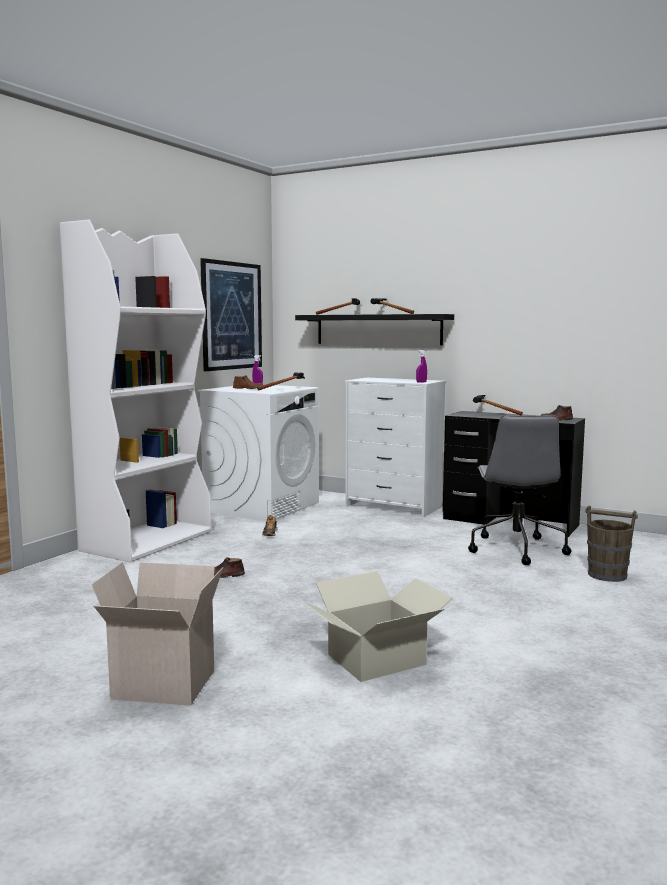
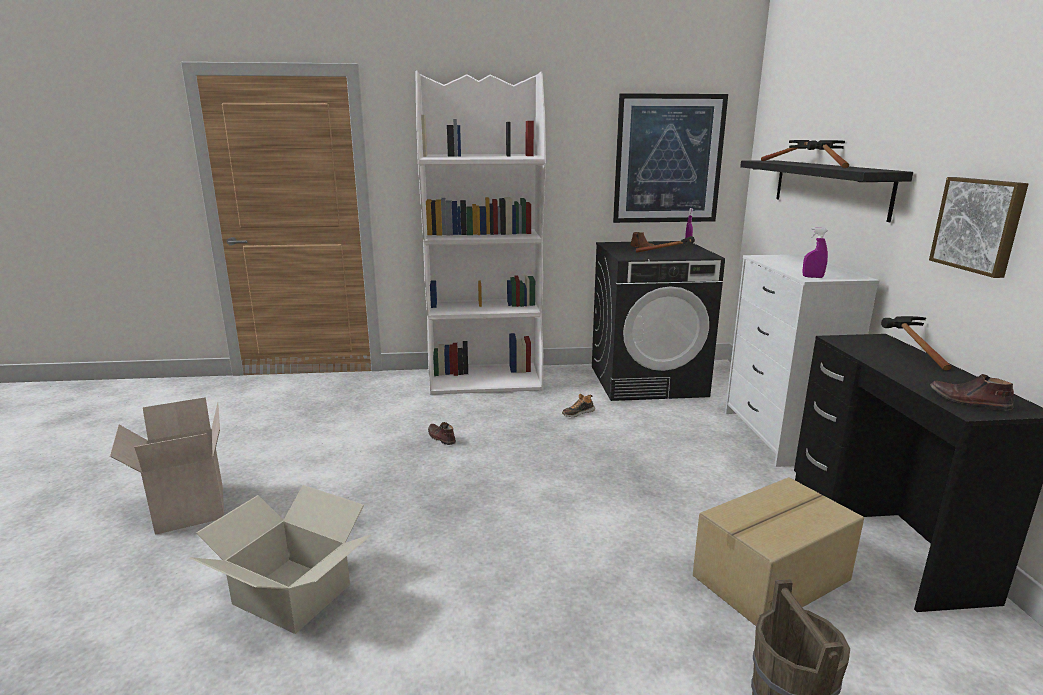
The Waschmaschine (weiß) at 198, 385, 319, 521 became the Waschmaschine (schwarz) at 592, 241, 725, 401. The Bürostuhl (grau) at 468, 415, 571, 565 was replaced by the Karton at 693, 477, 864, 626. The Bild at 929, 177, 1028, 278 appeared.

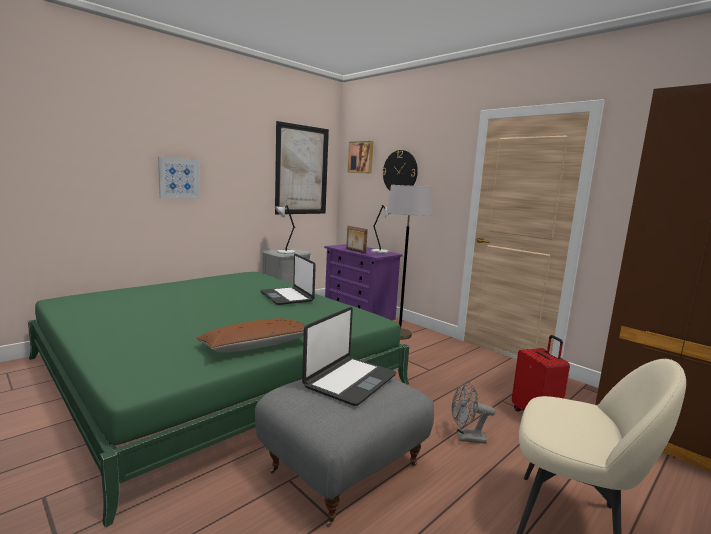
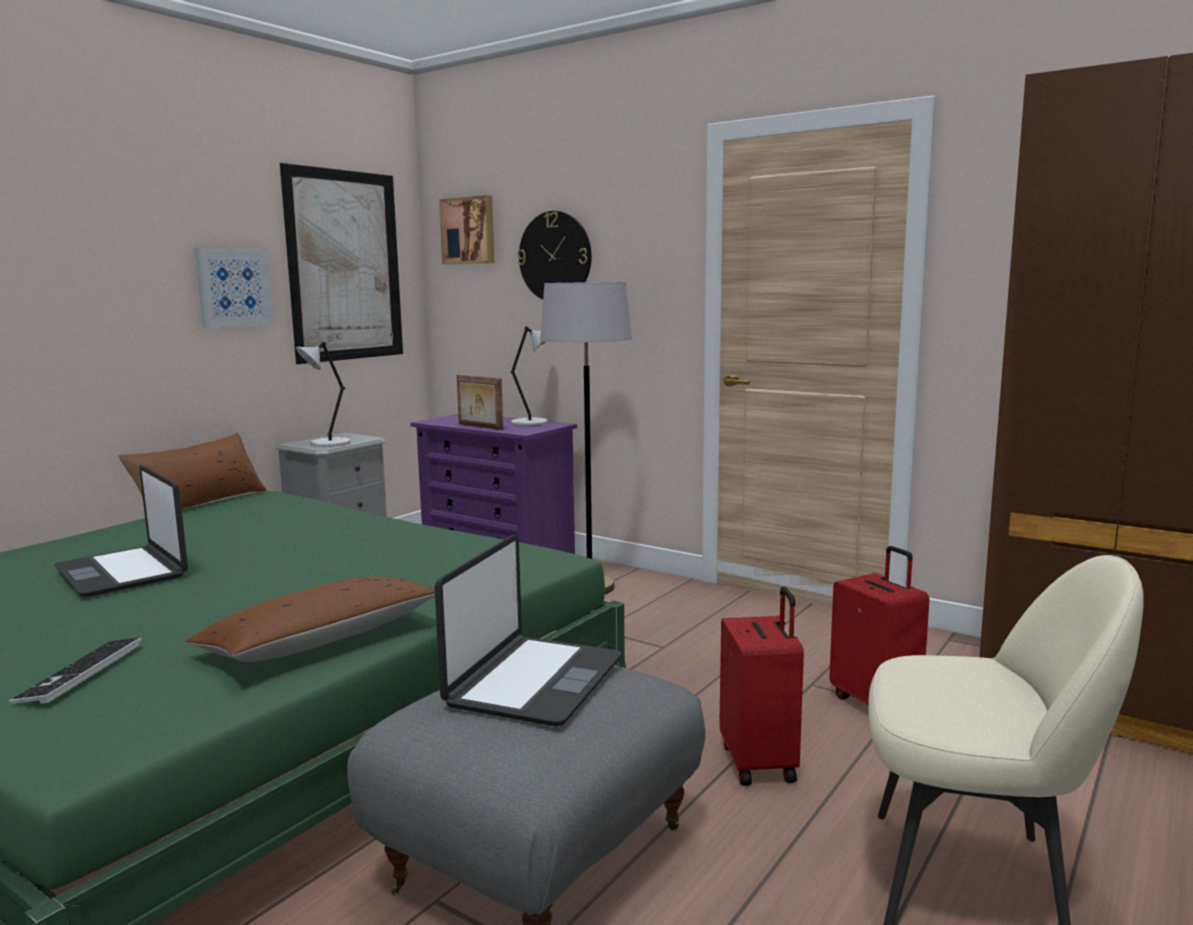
The Tastatur at 9, 637, 143, 704 appeared. The Laptop moved from 260, 254, 316, 305 to 55, 465, 188, 597. The Kissen (braun) at 118, 433, 266, 509 appeared. The Bild moved from 158, 157, 200, 199 to 195, 248, 274, 328. The Ventilator (grau) at 452, 381, 495, 444 was replaced by the Koffer (rot) at 719, 587, 804, 786.

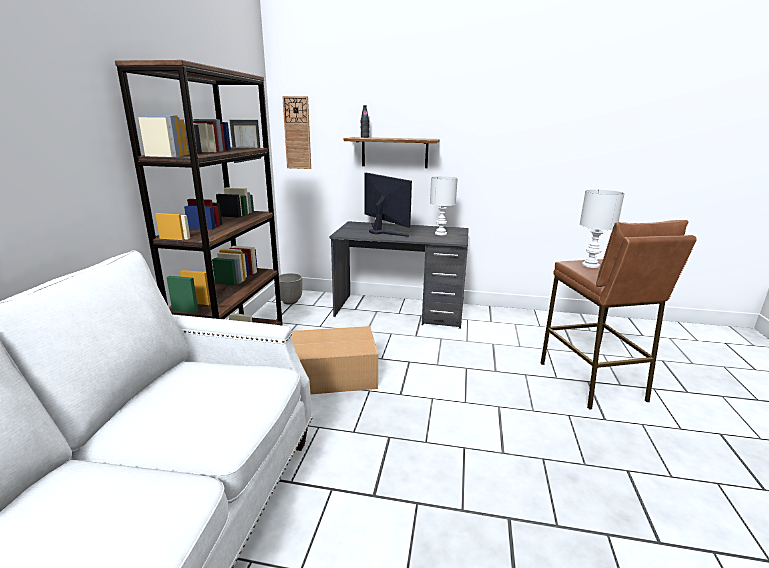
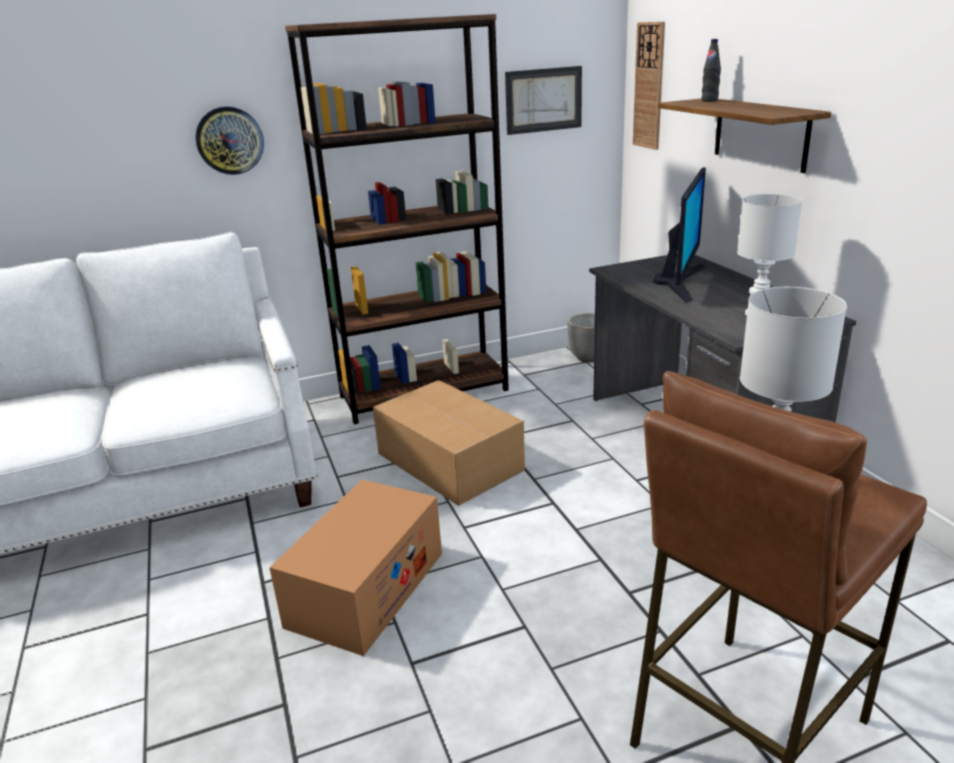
The Wanduhr at 195, 106, 264, 175 appeared. The Karton at 269, 480, 442, 656 appeared.

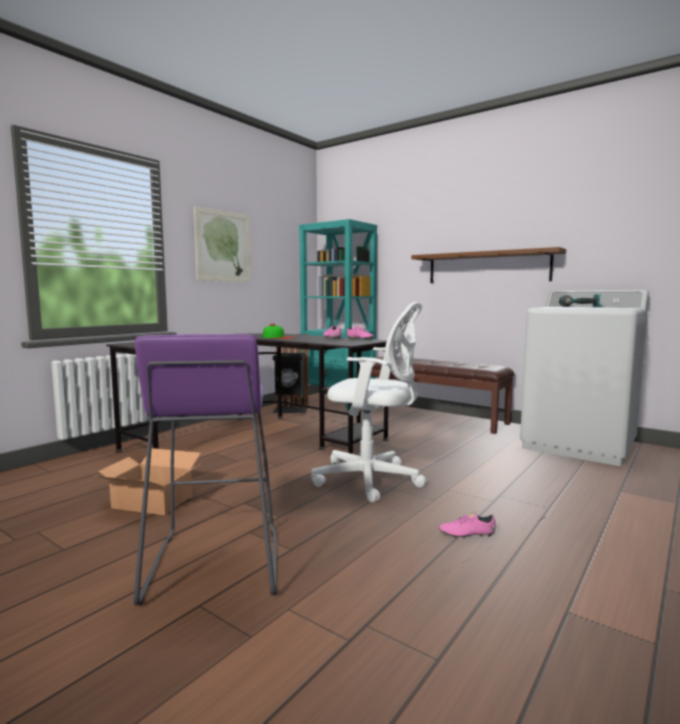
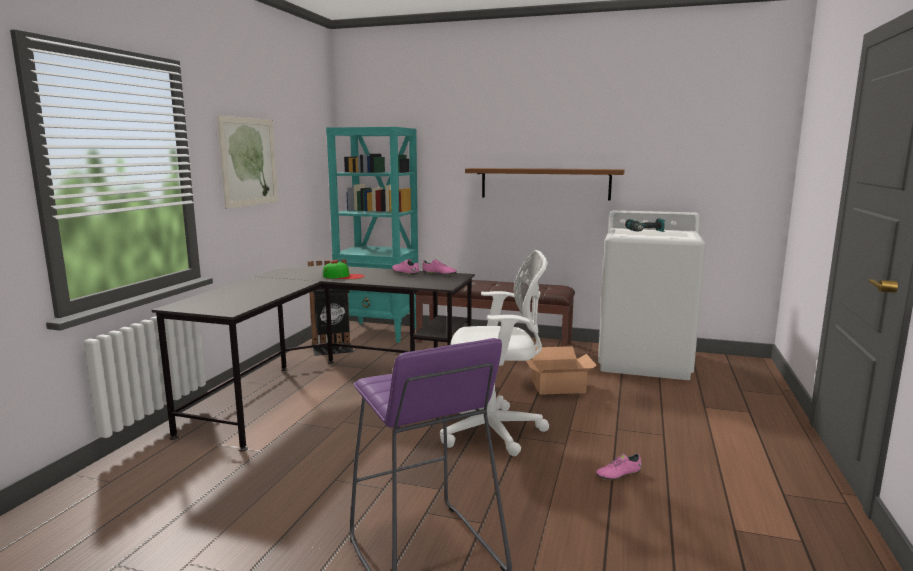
The Karton moved from 93, 448, 201, 515 to 526, 346, 597, 395.

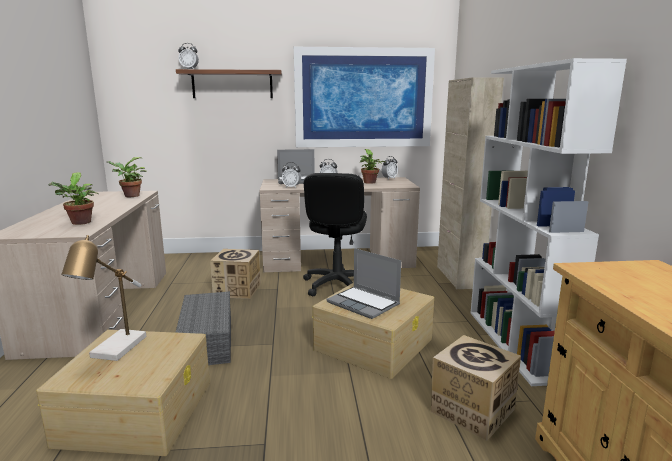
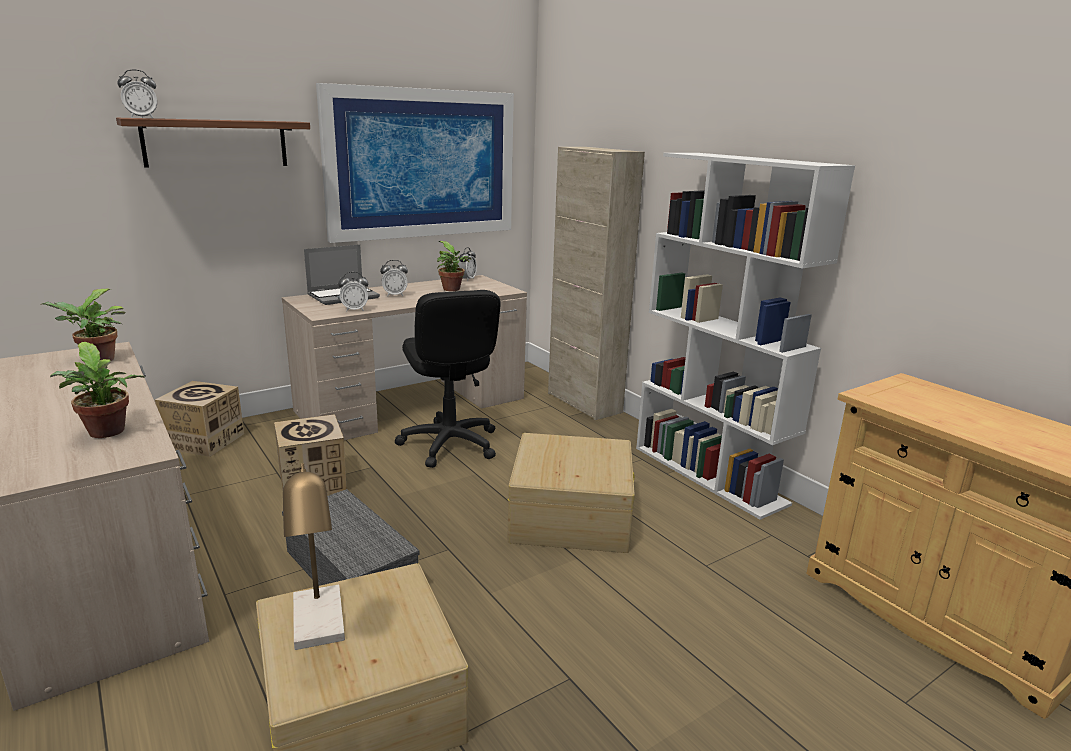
The Karton moved from 431, 335, 521, 441 to 155, 381, 244, 457. The Laptop at 327, 248, 401, 319 disappeared.

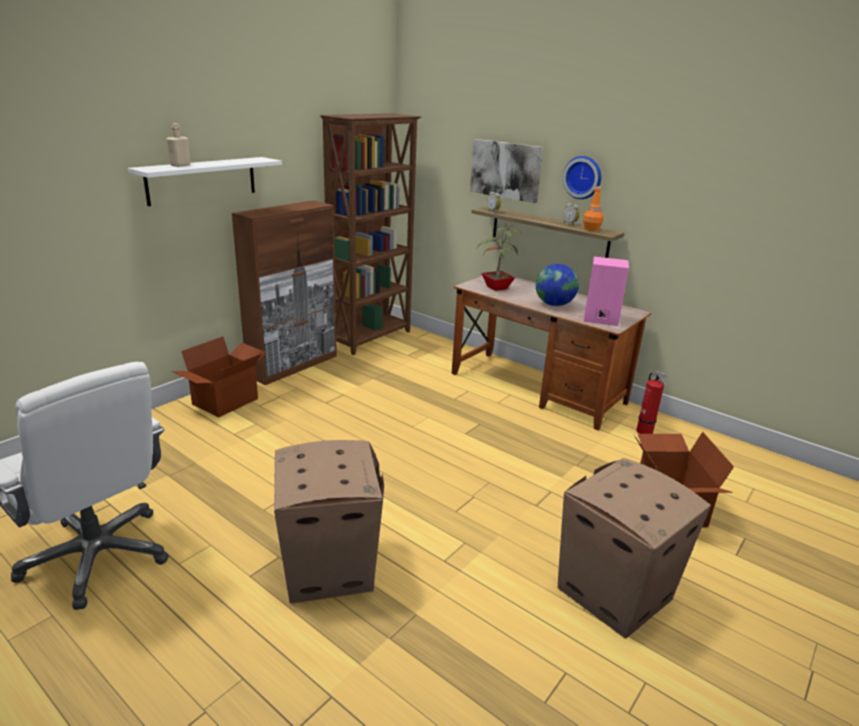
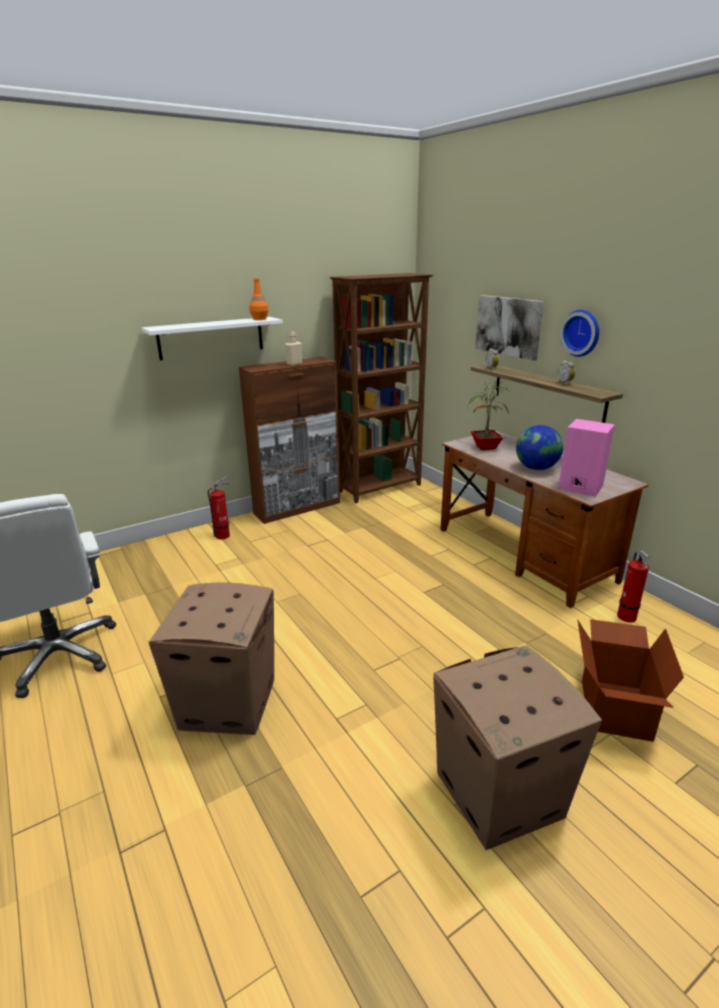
The Karton at 171, 336, 267, 418 was replaced by the Feuerlöscher at 208, 476, 230, 539. The Flasche (orange) moved from 583, 186, 604, 231 to 249, 277, 268, 320. The Flasche (beige) moved from 166, 123, 191, 167 to 285, 332, 302, 366.

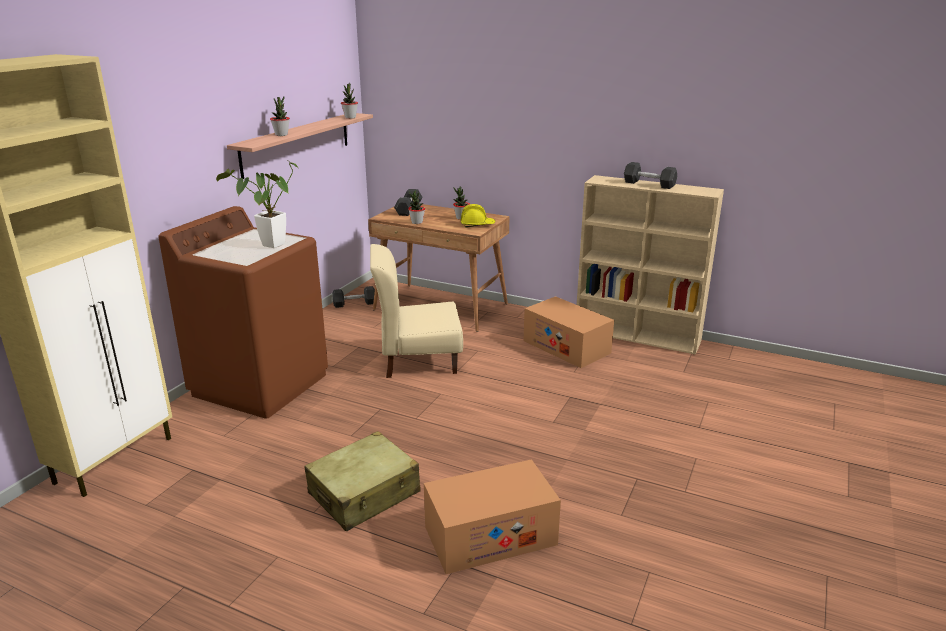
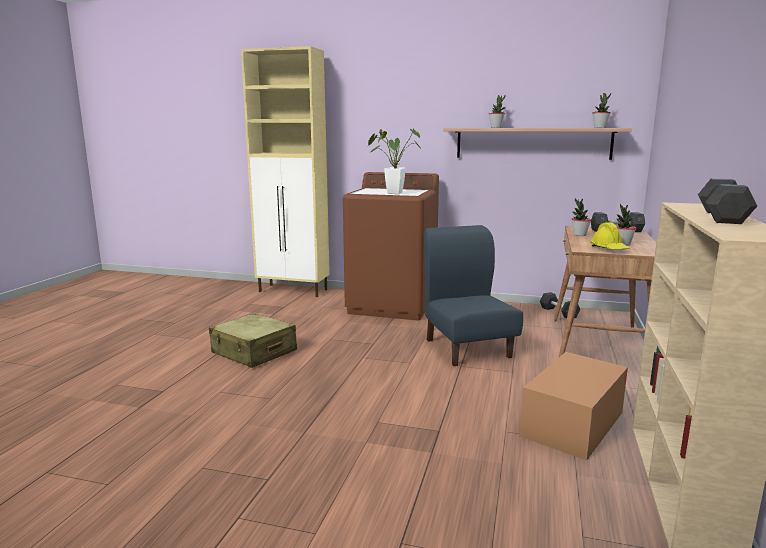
The Stuhl (beige) at 370, 244, 463, 378 became the Stuhl (blau) at 424, 225, 523, 366. The Karton at 424, 459, 561, 574 disappeared.

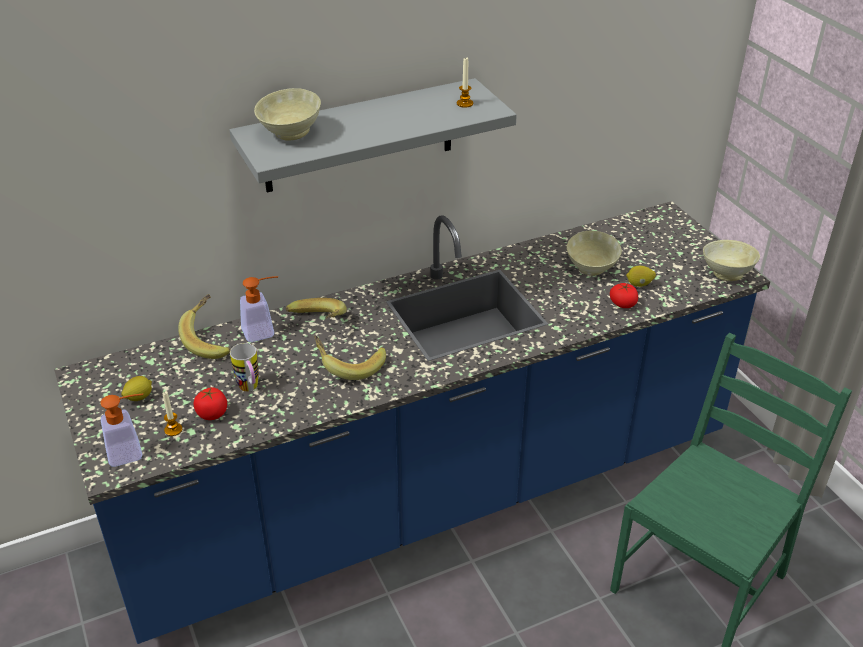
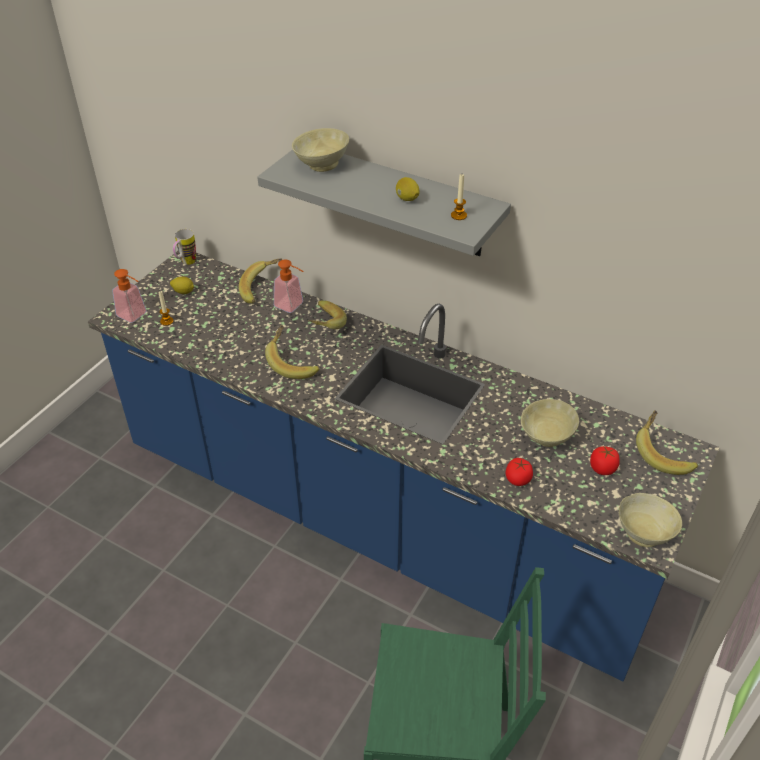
The Henkelbecher moved from 230, 343, 258, 392 to 173, 229, 196, 265. The Zitrone moved from 626, 266, 656, 287 to 396, 177, 419, 201. The Tomate moved from 194, 387, 227, 420 to 590, 446, 620, 475. The Banane at 636, 410, 698, 475 appeared.

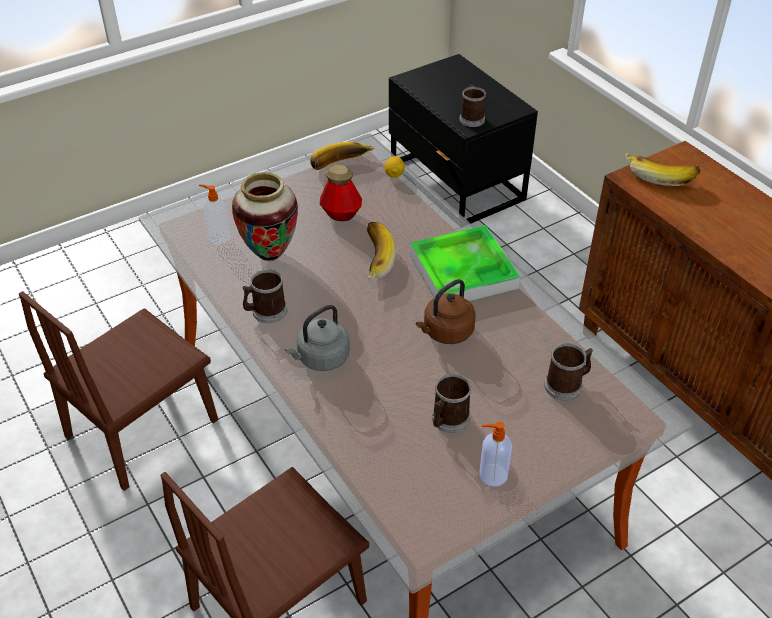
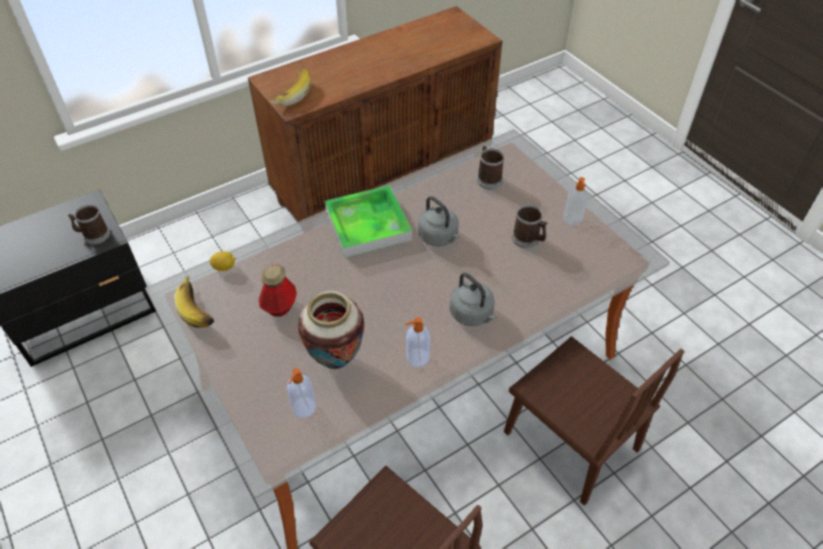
The Henkelbecher at 242, 269, 287, 323 was replaced by the Seifenspender at 405, 317, 430, 367. The Wasserkessel (braun) at 416, 279, 475, 344 became the Wasserkessel (grau) at 418, 196, 460, 246. The Banane at 367, 222, 396, 278 disappeared.

